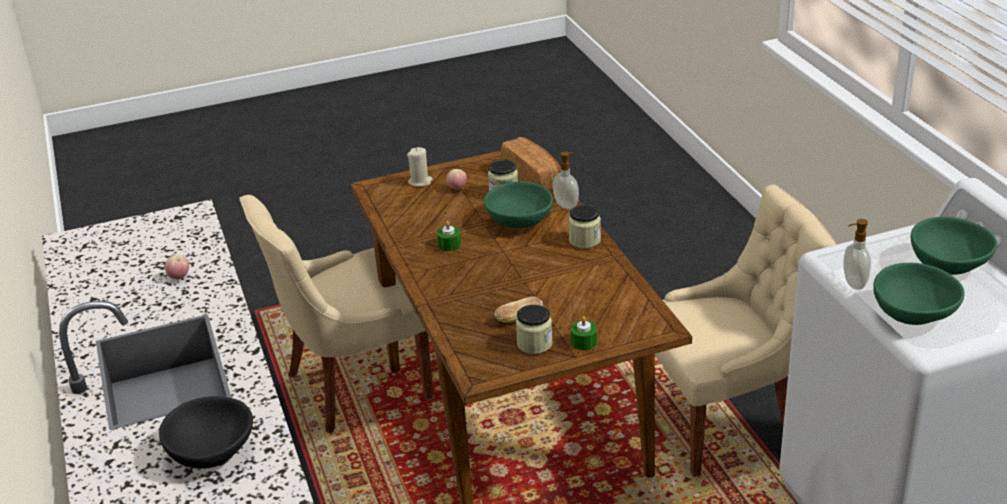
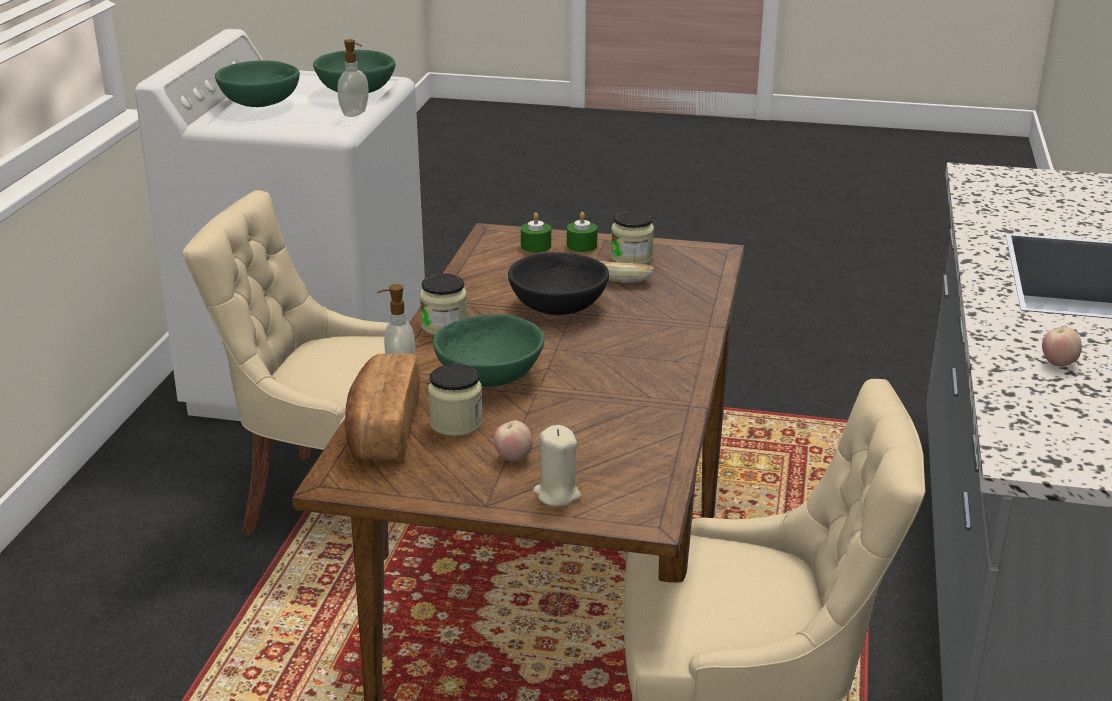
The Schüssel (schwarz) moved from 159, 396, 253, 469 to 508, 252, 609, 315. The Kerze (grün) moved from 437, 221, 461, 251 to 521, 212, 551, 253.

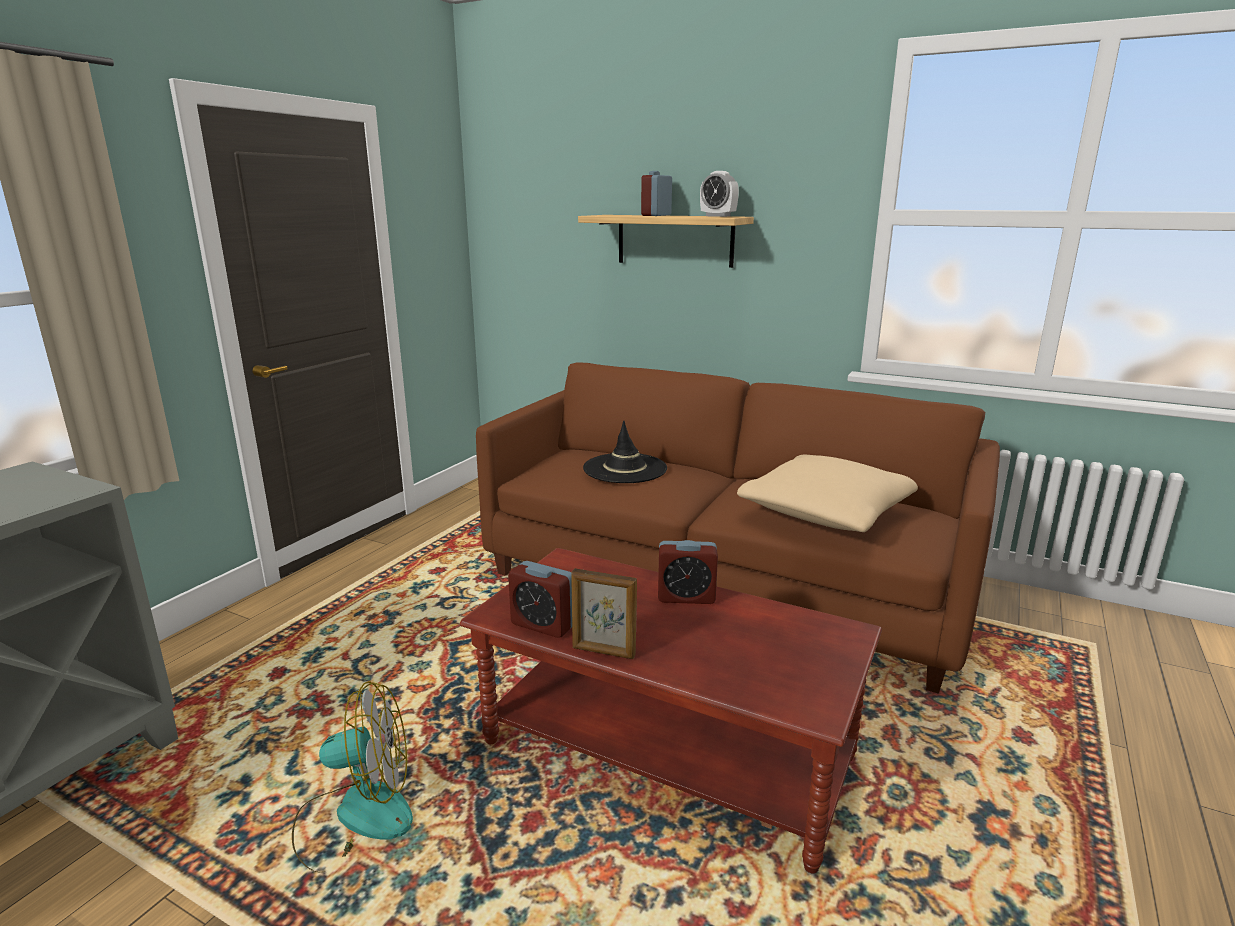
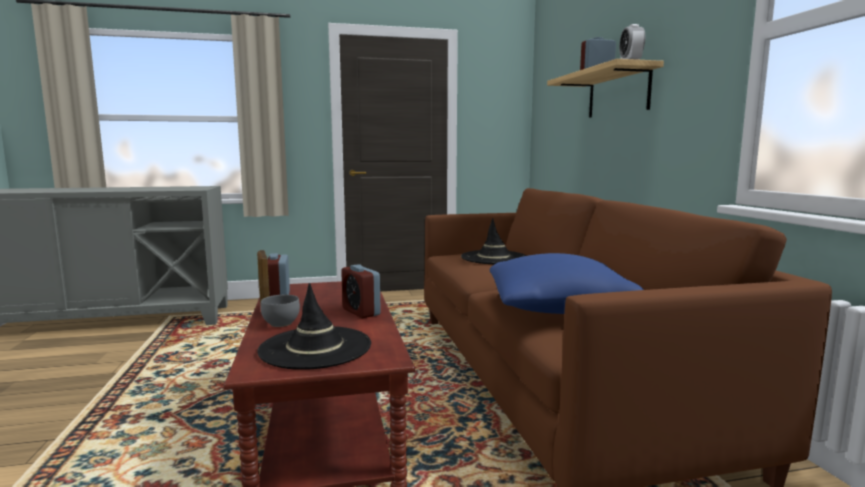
The Hut (schwarz) at 257, 283, 371, 370 appeared. The Schüssel (grau) at 261, 295, 300, 327 appeared. The Kissen (beige) at 737, 455, 918, 532 became the Kissen (blau) at 490, 253, 644, 314. The Ventilator at 292, 681, 413, 872 disappeared.

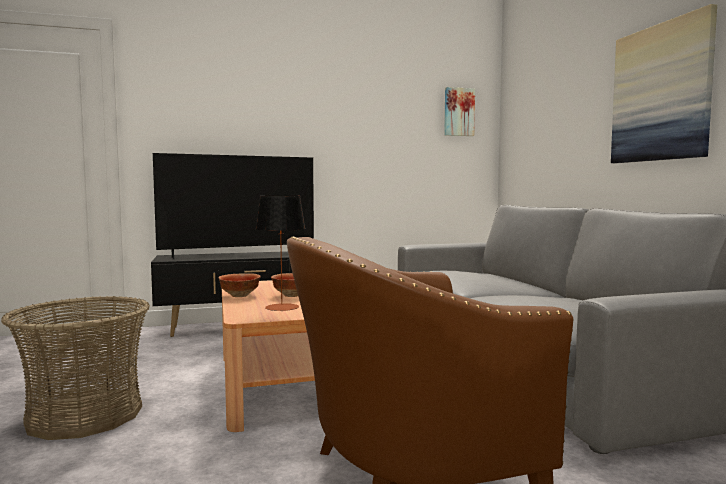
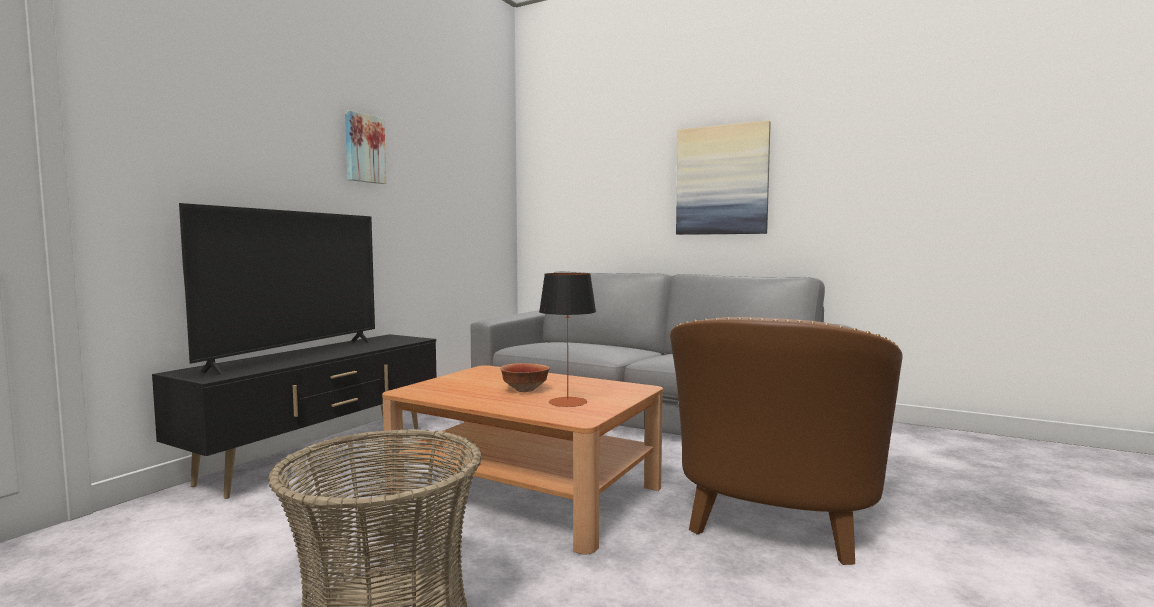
The Bild moved from 444, 87, 475, 136 to 345, 110, 386, 184. The Schüssel at 219, 273, 261, 297 disappeared.

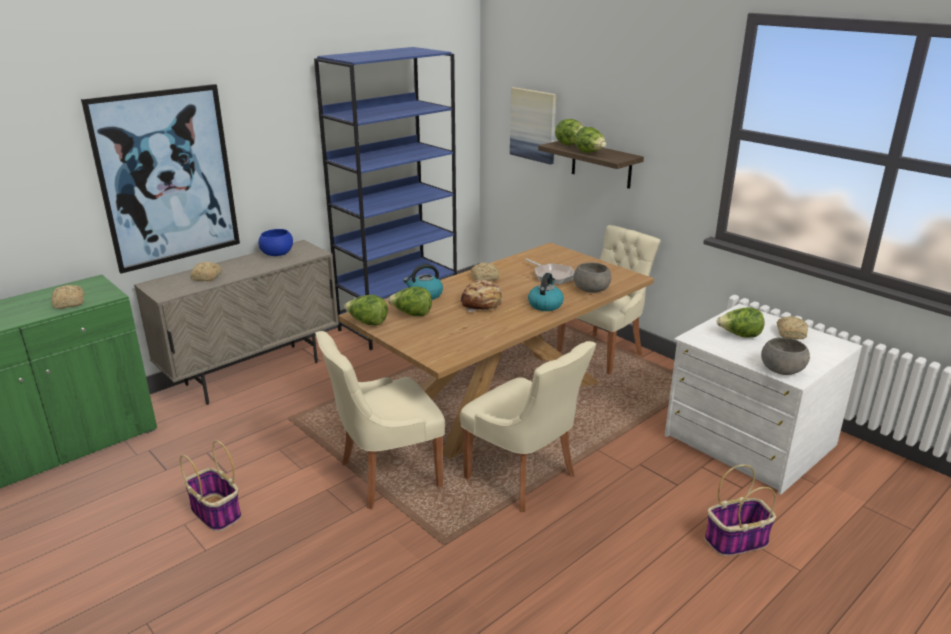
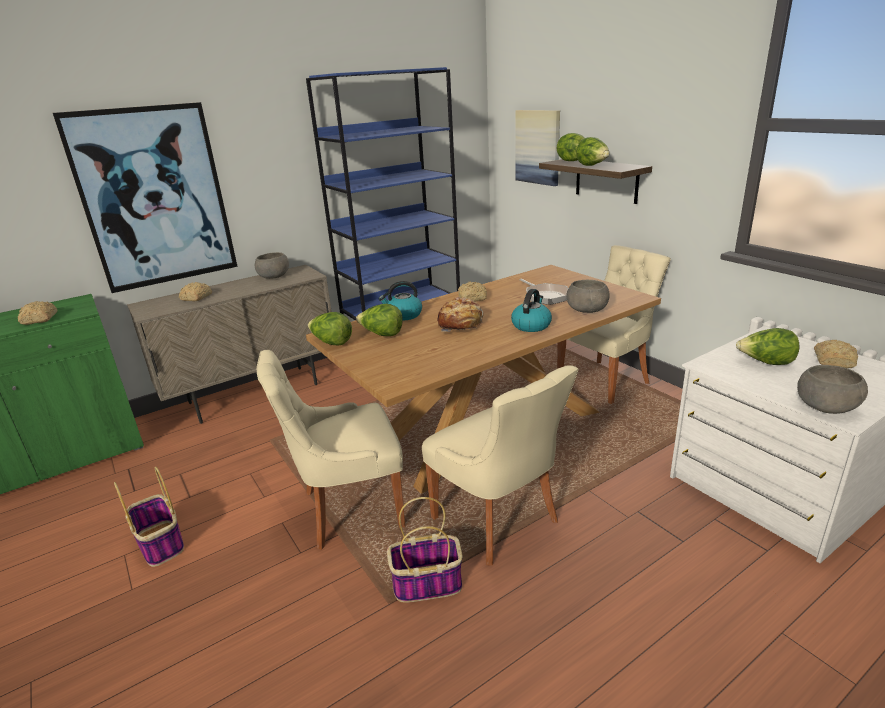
The Schüssel (blau) at 258, 229, 293, 256 became the Schüssel (grau) at 255, 252, 289, 279. The Korb moved from 705, 464, 776, 556 to 387, 497, 462, 603.

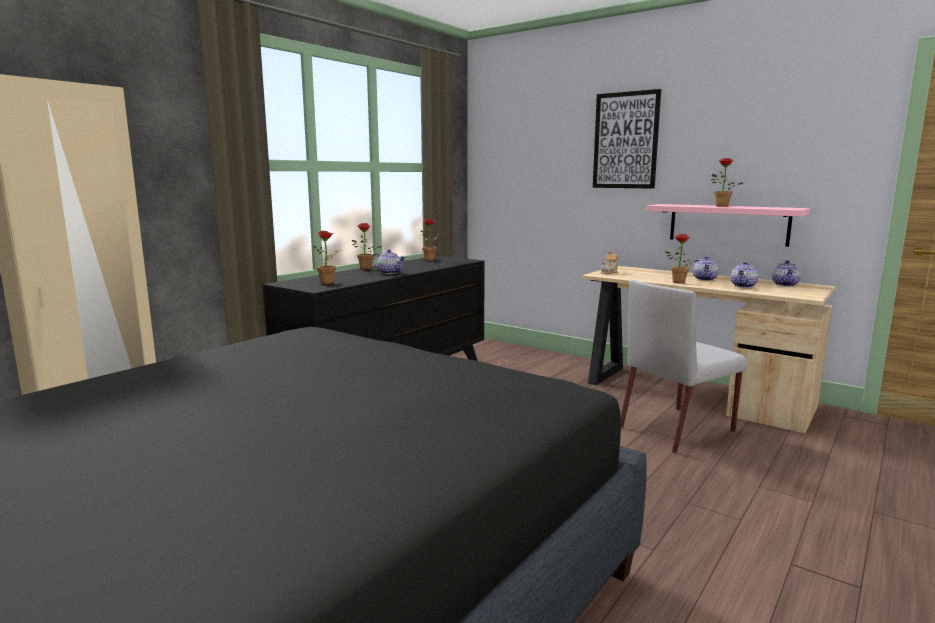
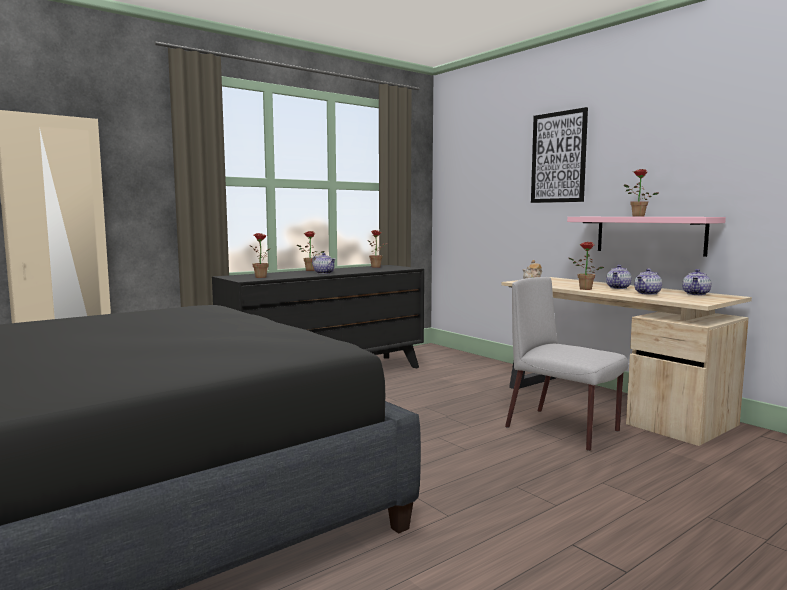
The Stuhl (grau) at 621, 280, 748, 453 turned 60 degrees clockwise.

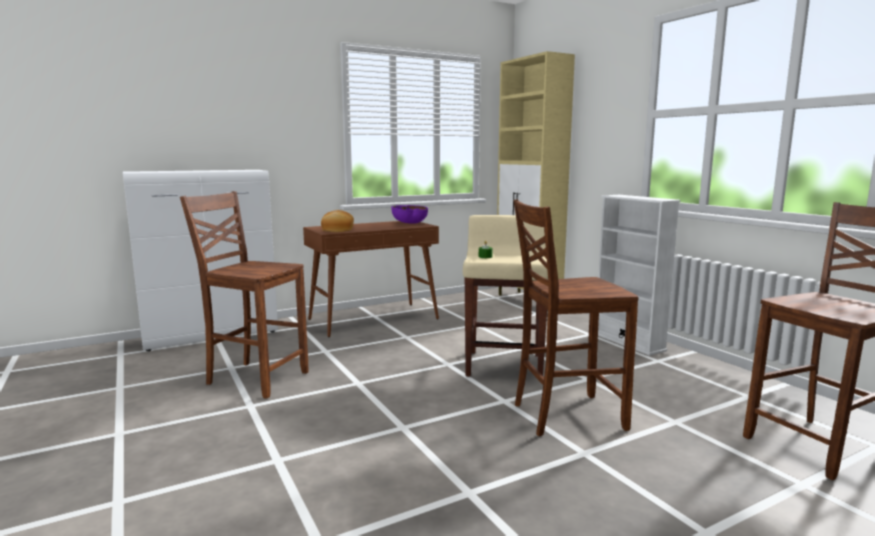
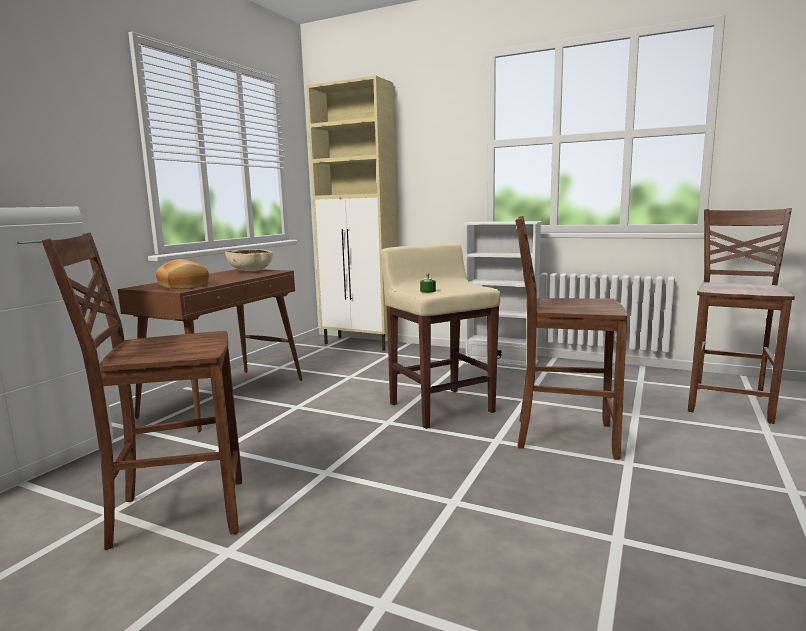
The Schüssel (lila) at 391, 205, 428, 224 became the Schüssel (beige) at 225, 249, 273, 271. The Stuhl (braun) at 514, 199, 639, 436 turned 60 degrees clockwise.

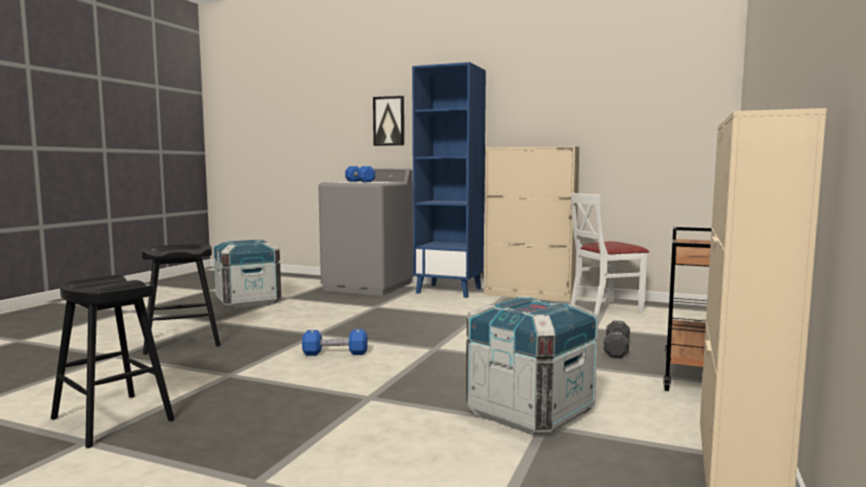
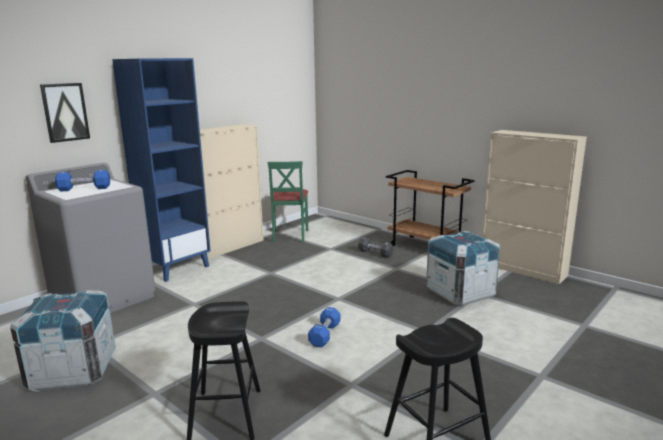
The Stuhl (weiß) at 571, 193, 649, 316 became the Stuhl (grün) at 268, 161, 308, 243.

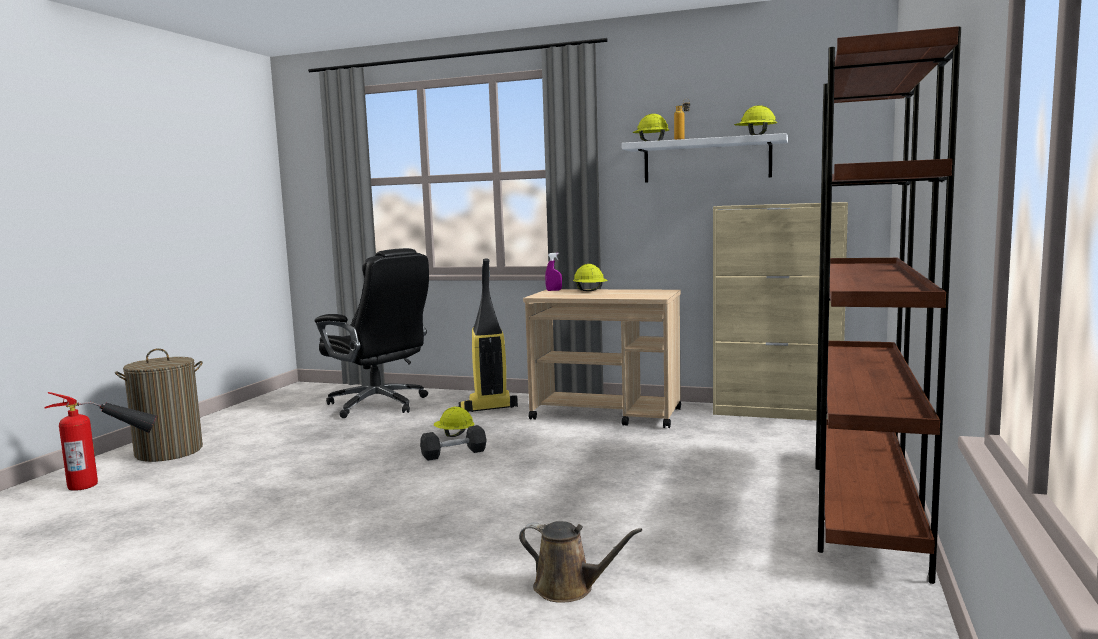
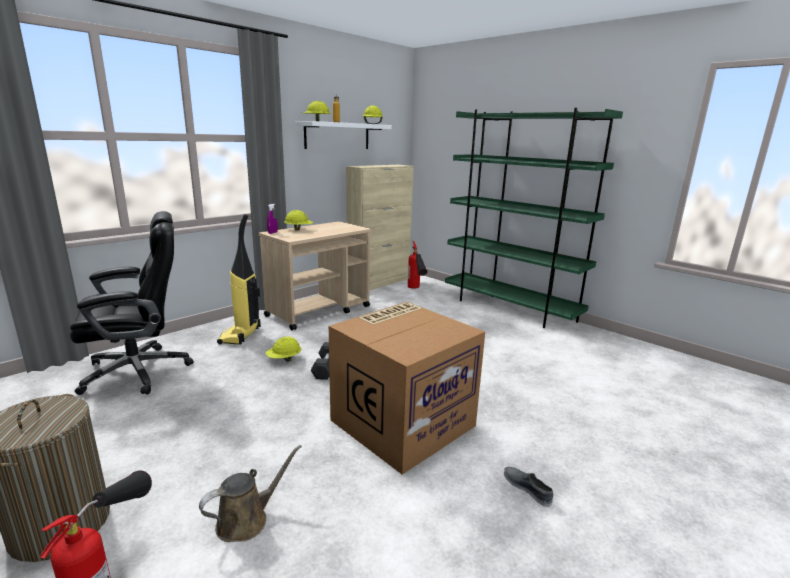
The Gießkanne (braun) moved from 519, 521, 642, 603 to 199, 445, 302, 542. The Karton at 329, 302, 485, 475 appeared. The Feuerlöscher at 408, 241, 427, 289 appeared. The Bücherregal (braun) at 815, 26, 961, 584 became the Bücherregal (grün) at 445, 108, 623, 328. The Schuh (grau) at 504, 467, 553, 507 appeared.

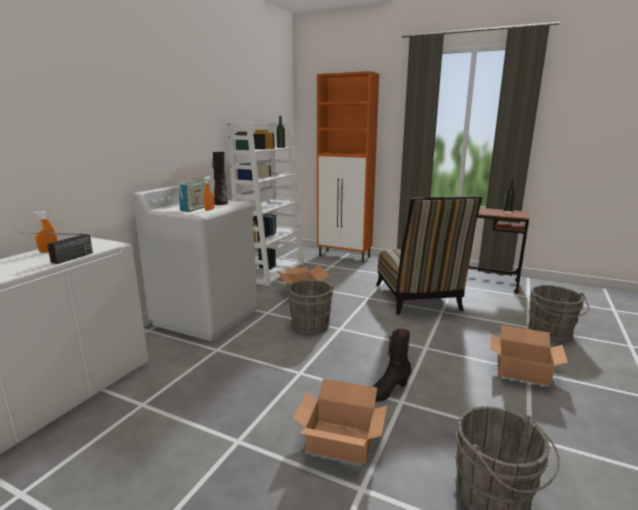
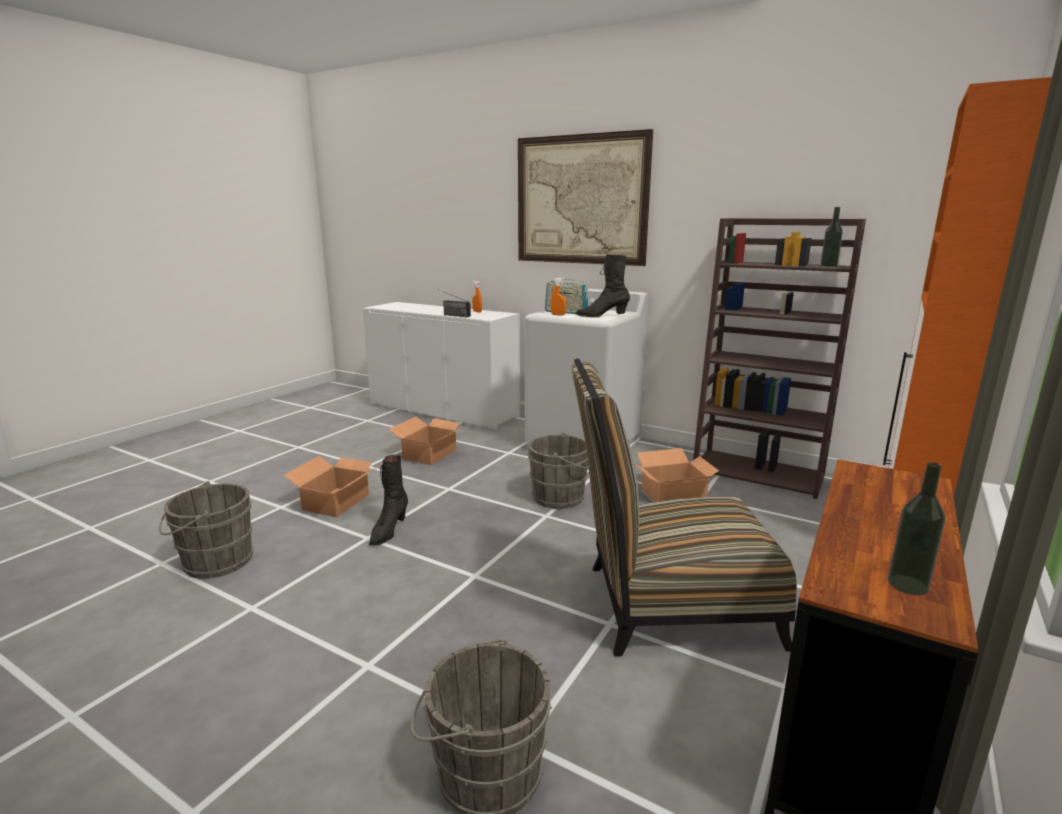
The Stiefel (schwarz) at 372, 329, 411, 402 turned 135 degrees counterclockwise. The Karton moved from 491, 325, 568, 386 to 389, 416, 466, 465. The Bild at 518, 129, 653, 266 appeared. The Bücherregal (weiß) at 227, 122, 304, 286 became the Bücherregal (braun) at 693, 218, 866, 499.

